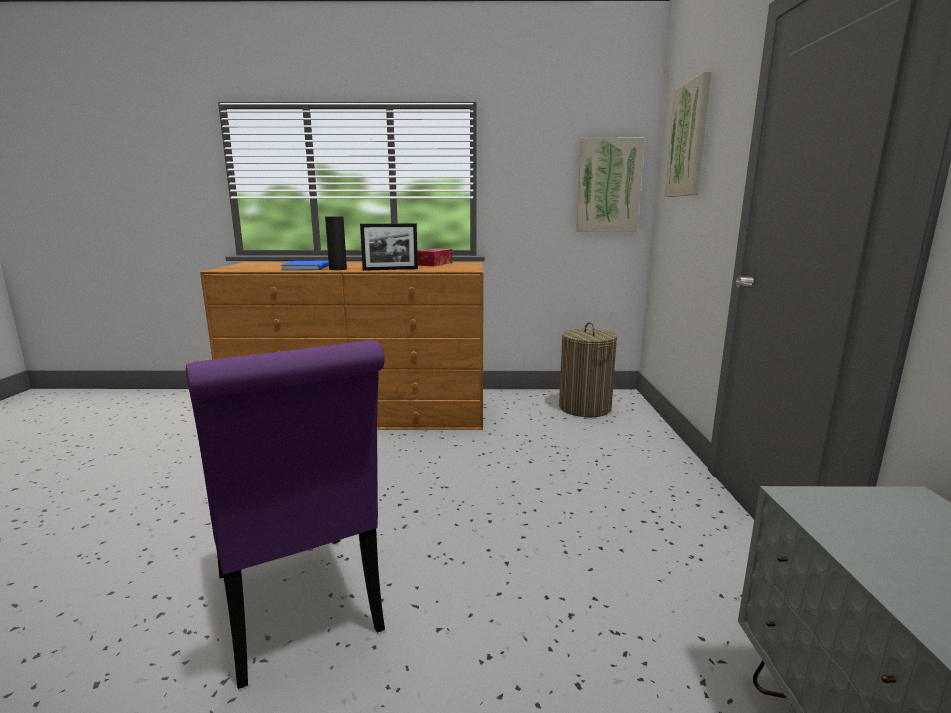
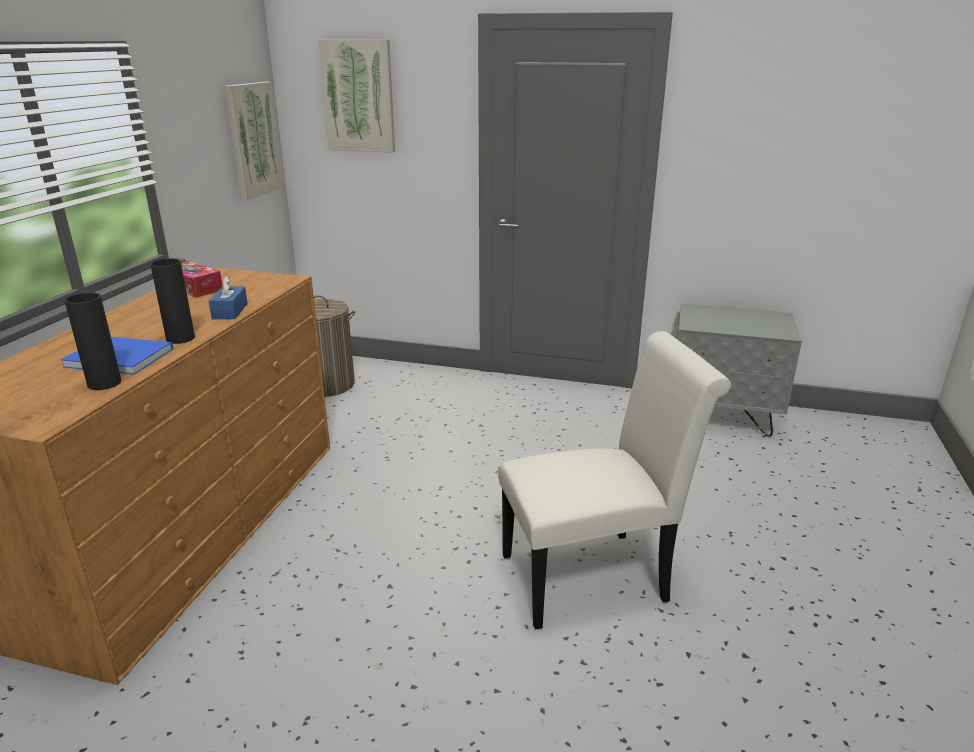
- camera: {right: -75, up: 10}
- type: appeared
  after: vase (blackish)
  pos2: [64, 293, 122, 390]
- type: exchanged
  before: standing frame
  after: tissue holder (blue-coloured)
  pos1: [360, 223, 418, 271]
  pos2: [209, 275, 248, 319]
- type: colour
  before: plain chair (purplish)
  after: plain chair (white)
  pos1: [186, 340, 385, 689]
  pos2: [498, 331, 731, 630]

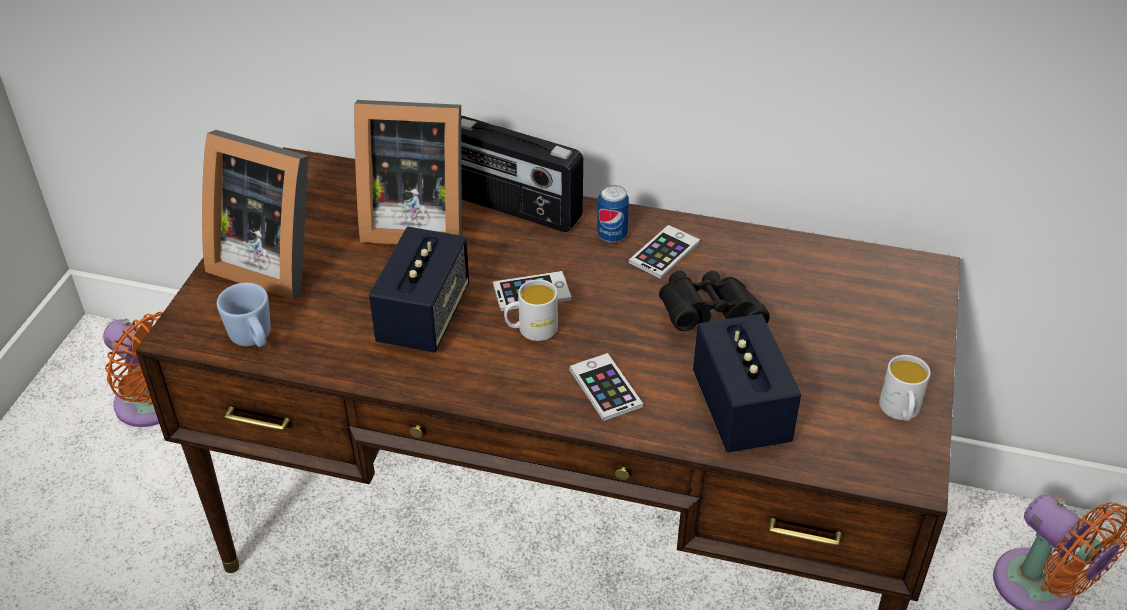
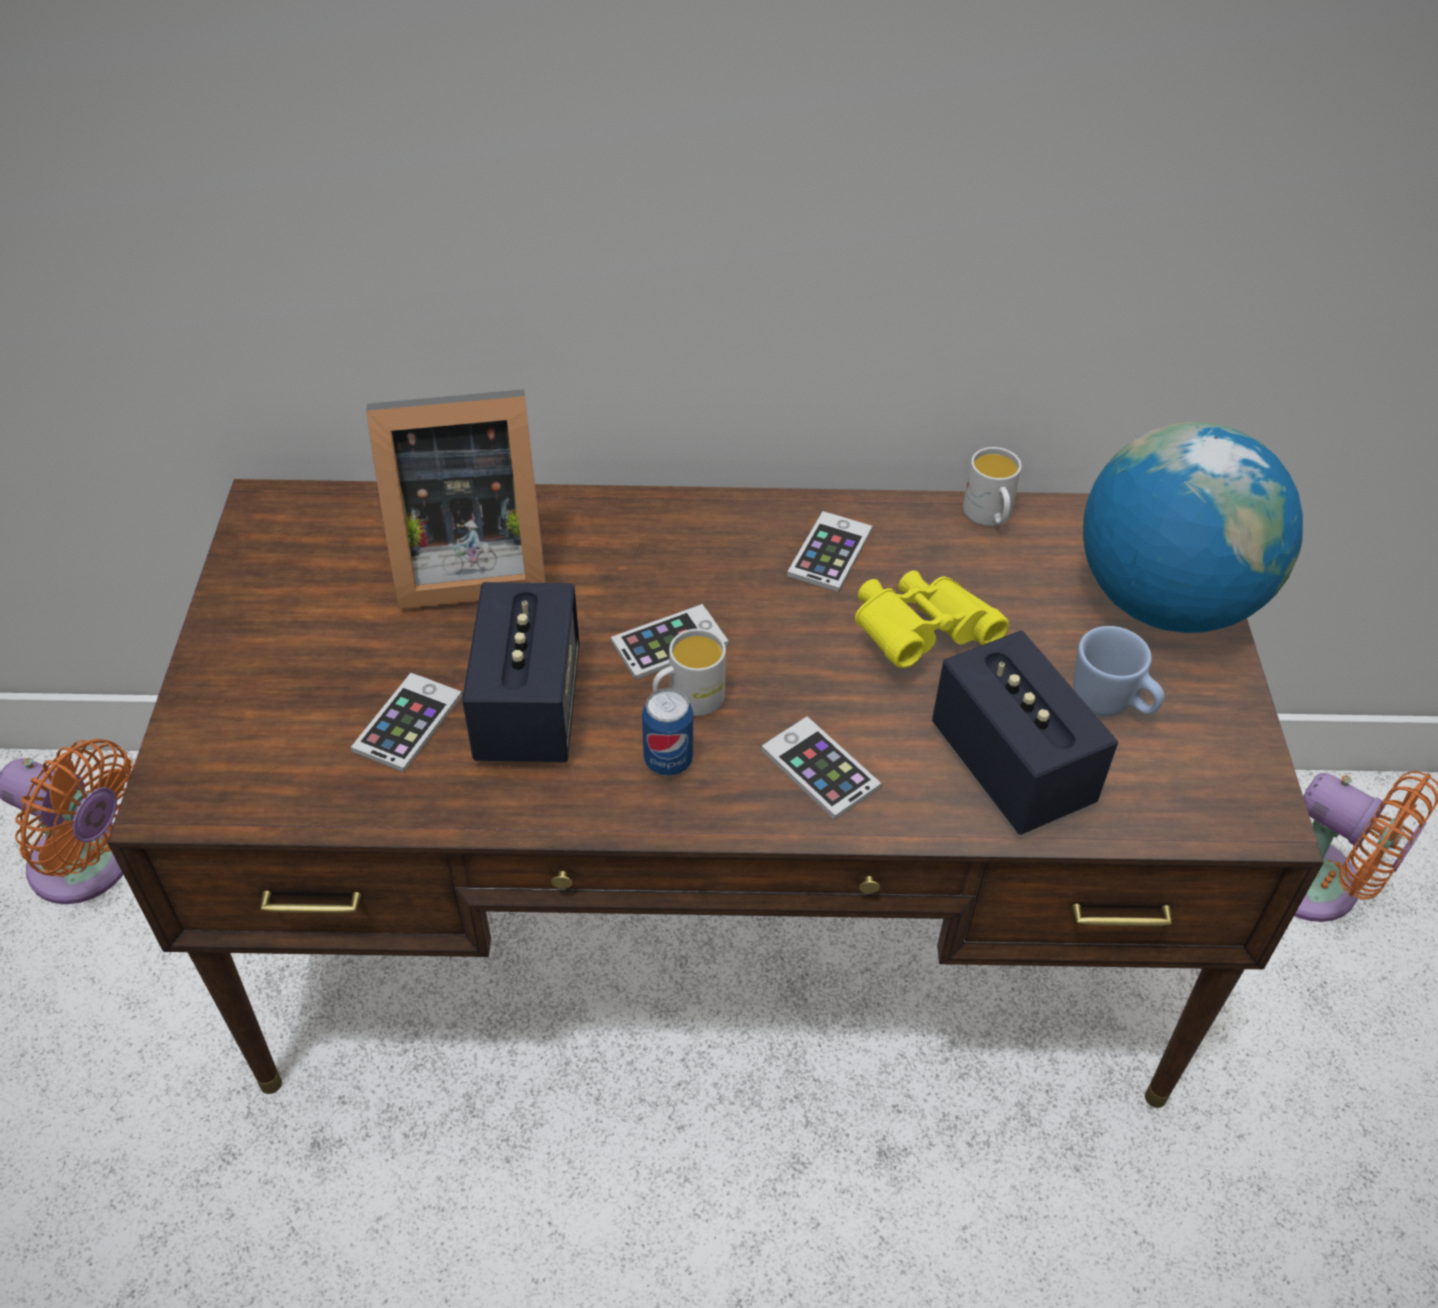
- camera: {right: -15, up: 5}
- type: missing
  before: standing frame
  pos1: [202, 130, 308, 300]
- type: missing
  before: radio set
  pos1: [461, 116, 583, 232]
- type: appeared
  after: telephone
  pos2: [351, 672, 462, 772]
- type: appeared
  after: world globe
  pos2: [1083, 422, 1303, 633]
- type: relocated
  before: coffee mug (blue-coloured)
  pos1: [217, 283, 270, 347]
  pos2: [1073, 626, 1165, 716]
- type: relocated
  before: can
  pos1: [597, 185, 629, 242]
  pos2: [642, 688, 693, 776]
- type: relocated
  before: coffee mug (white)
  pos1: [879, 355, 931, 421]
  pos2: [963, 447, 1022, 526]
- type: colour
  before: field glasses (blackish)
  after: field glasses (yellowish)
  pos1: [659, 271, 770, 331]
  pos2: [855, 571, 1009, 668]

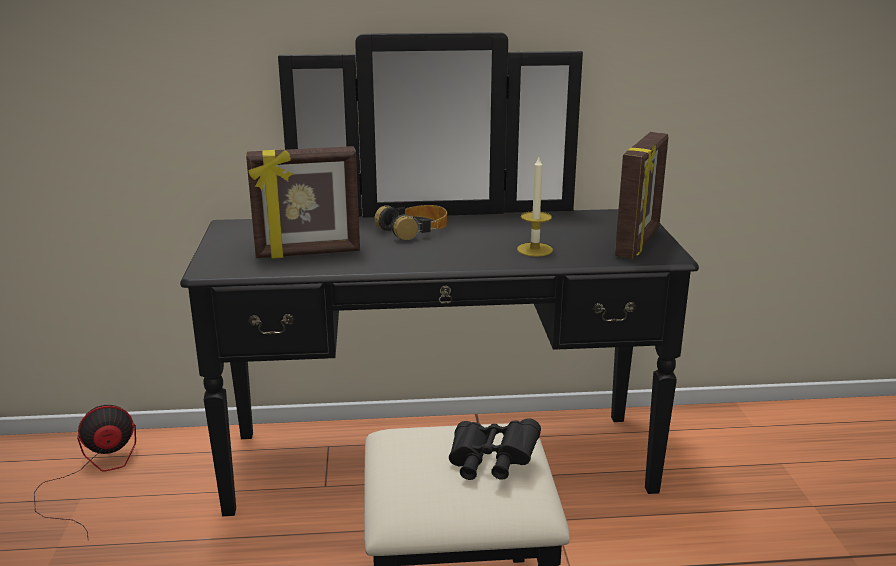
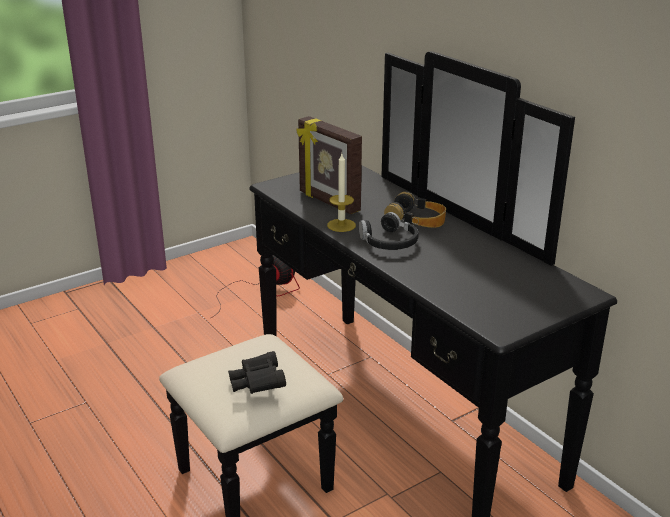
- camera: {right: 60, up: 5}
- type: missing
  before: standing frame
  pos1: [615, 132, 668, 259]
- type: appeared
  after: headset (blackish)
  pos2: [359, 212, 419, 250]
- type: relocated
  before: wax candle
  pos1: [517, 157, 553, 257]
  pos2: [327, 154, 356, 232]

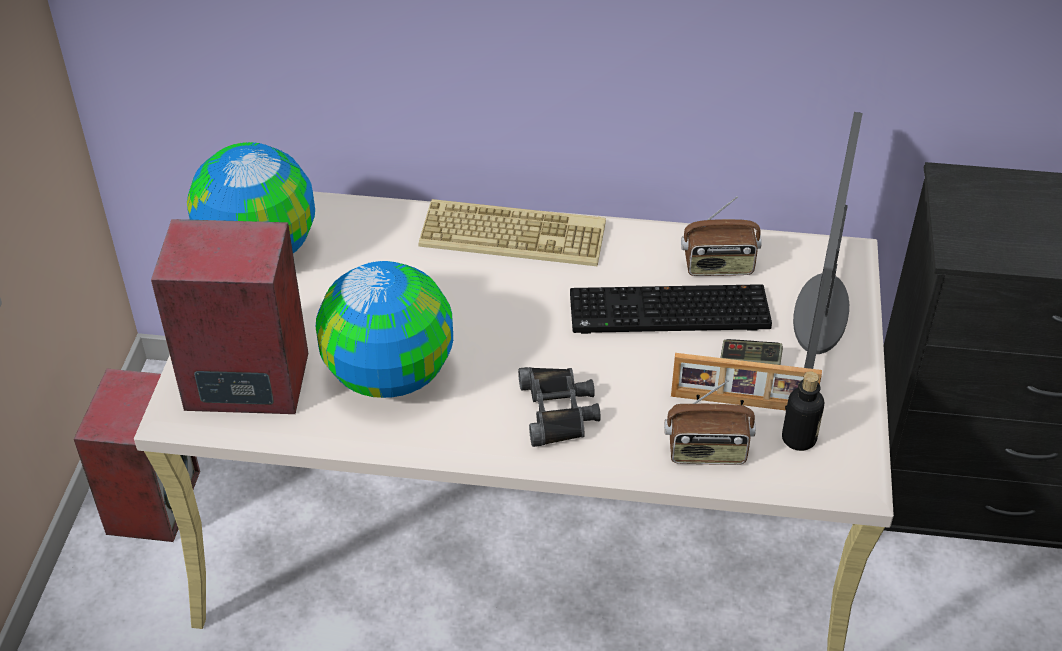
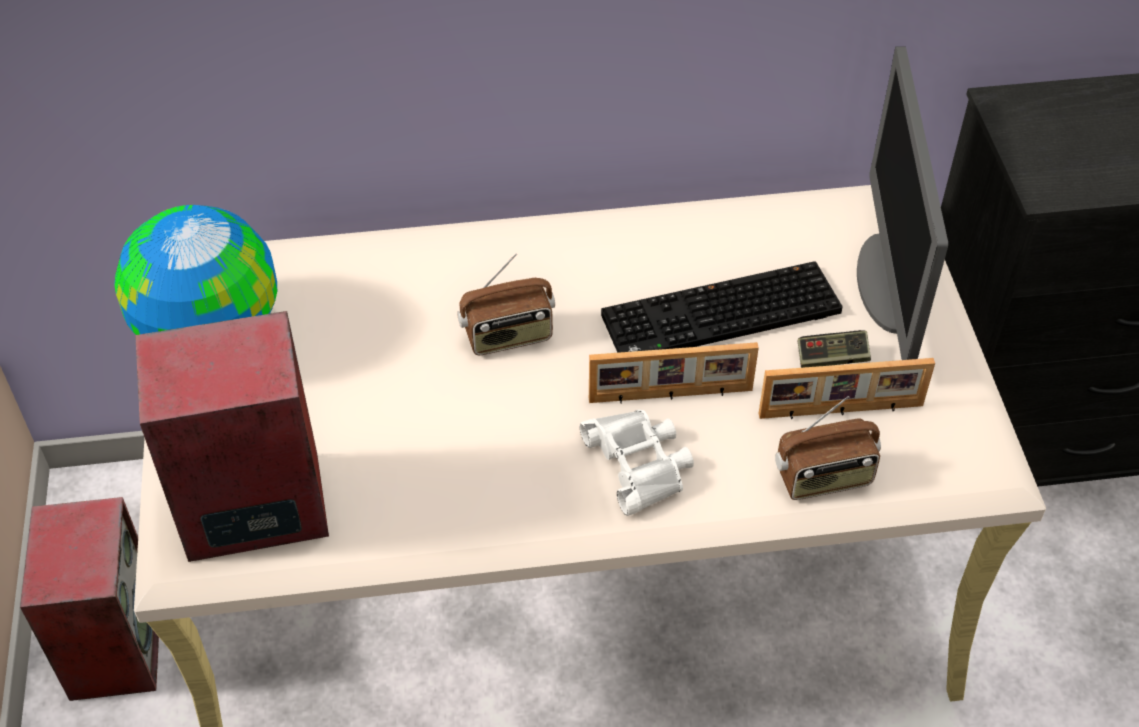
- camera: {right: -15, up: 5}
- type: missing
  before: world globe
  pos1: [316, 261, 453, 398]
- type: missing
  before: computer keyboard
  pos1: [419, 199, 606, 266]
- type: missing
  before: bottle
  pos1: [782, 371, 824, 451]
- type: appeared
  after: standing frame
  pos2: [589, 342, 759, 404]
- type: relocated
  before: radio set
  pos1: [681, 196, 762, 276]
  pos2: [457, 253, 555, 355]
- type: colour
  before: field glasses (blackish)
  after: field glasses (white)
  pos1: [518, 367, 601, 447]
  pos2: [579, 410, 694, 516]

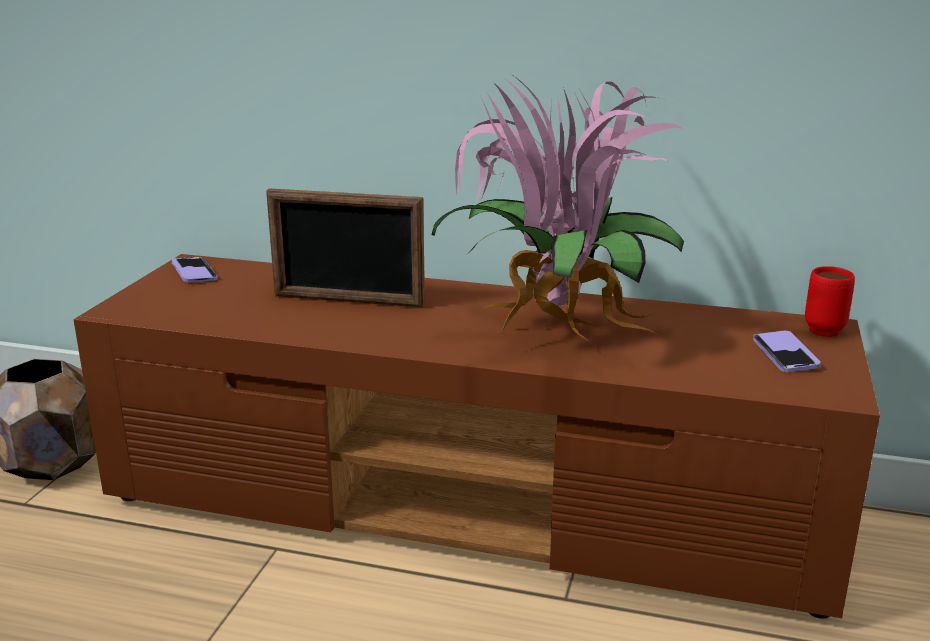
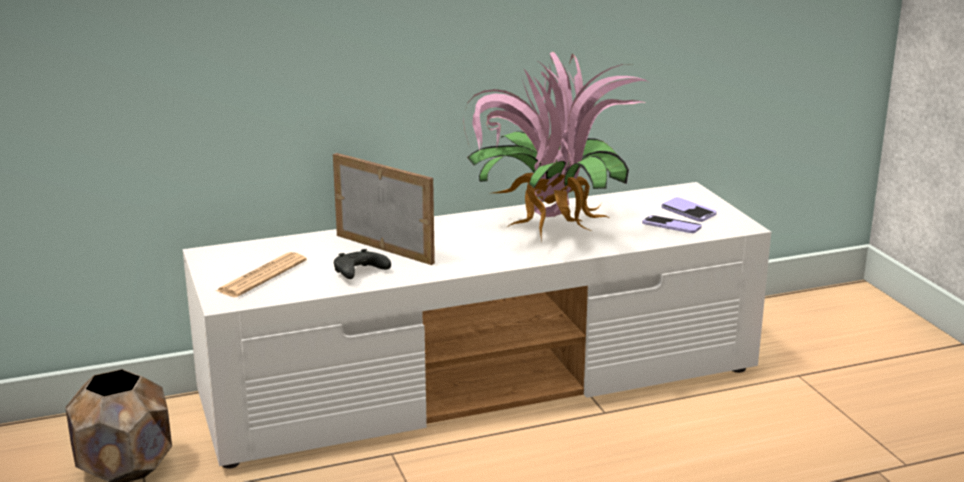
- camera: {right: -35, up: 0}
- type: missing
  before: coffee mug (red)
  pos1: [805, 266, 855, 337]
- type: appeared
  after: daily paper
  pos2: [216, 252, 307, 297]
- type: appeared
  after: gamepad (blackish)
  pos2: [334, 249, 391, 279]
- type: relocated
  before: telephone
  pos1: [172, 257, 217, 282]
  pos2: [642, 215, 702, 233]
- type: colour
  before: tv stand (brownish)
  after: tv stand (white)
  pos1: [73, 254, 880, 619]
  pos2: [183, 182, 771, 469]
- type: spun
  before: standing frame
  pos1: [266, 189, 425, 308]
  pos2: [333, 153, 435, 265]
  turn: -120

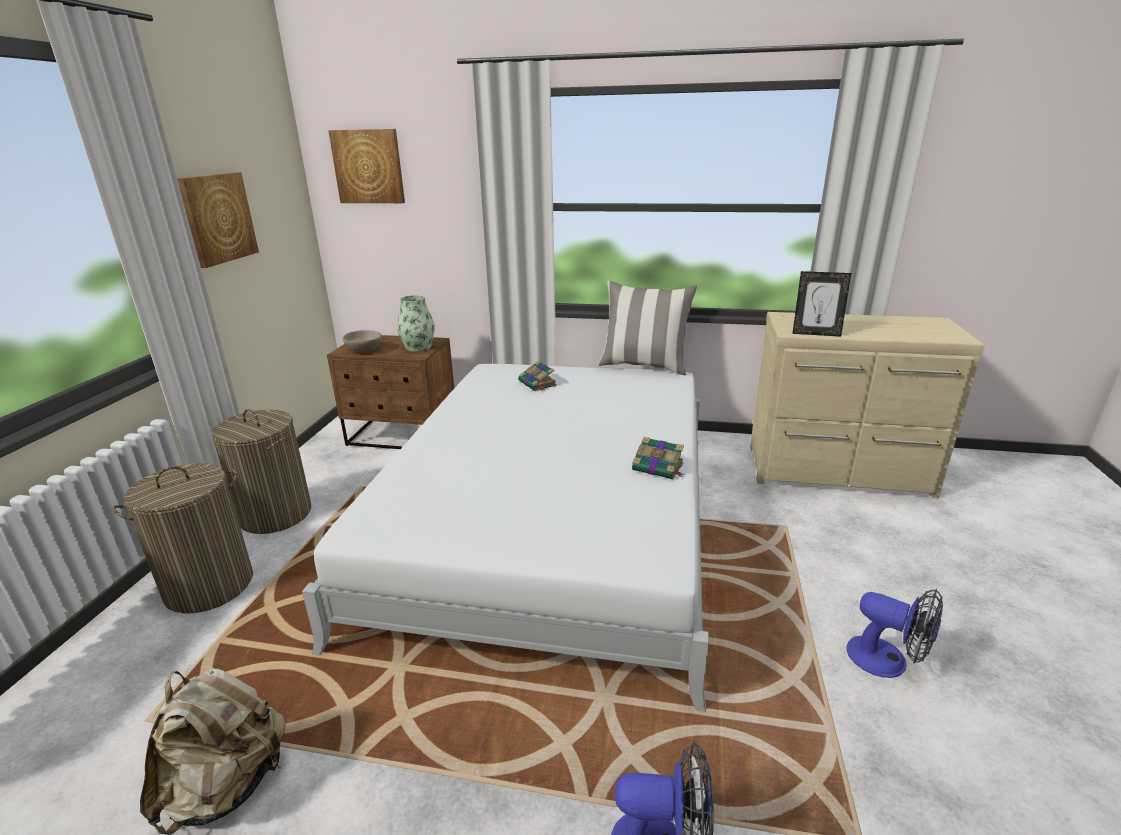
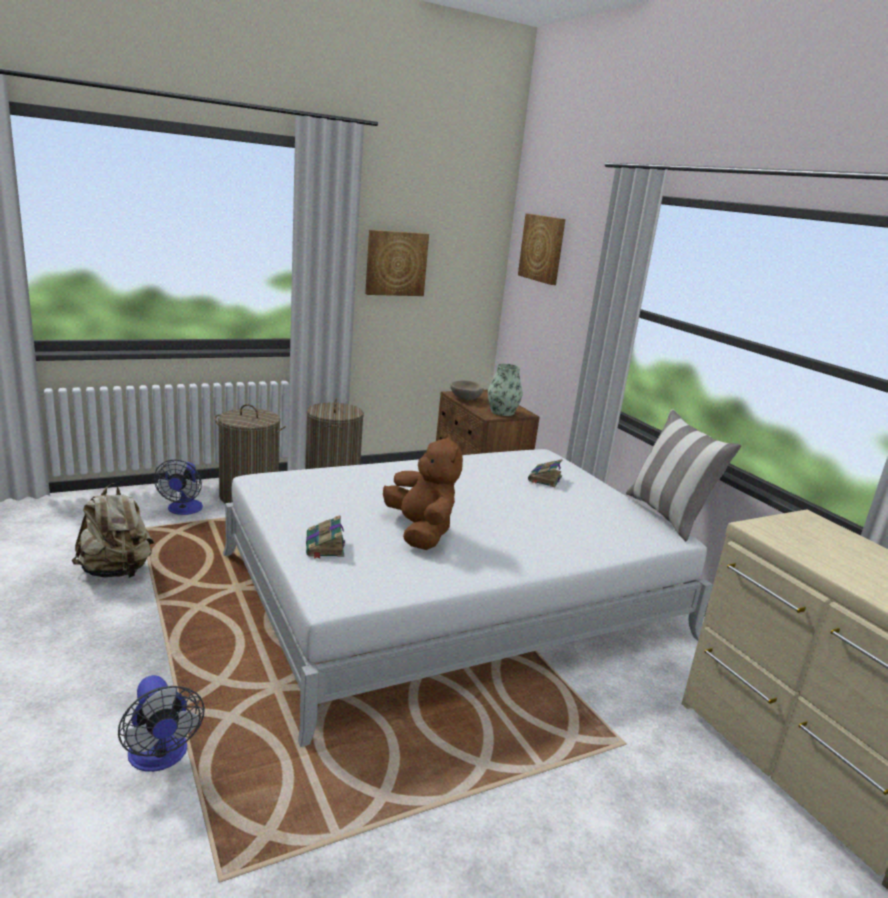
- camera: {right: 50, up: -5}
- type: missing
  before: standing frame
  pos1: [792, 271, 851, 337]
- type: appeared
  after: soft toy (brownish)
  pos2: [383, 434, 463, 550]
- type: relocated
  before: bound book
  pos1: [632, 437, 684, 479]
  pos2: [306, 515, 345, 559]
- type: relocated
  before: cooling fan
  pos1: [847, 589, 943, 678]
  pos2: [154, 460, 203, 515]

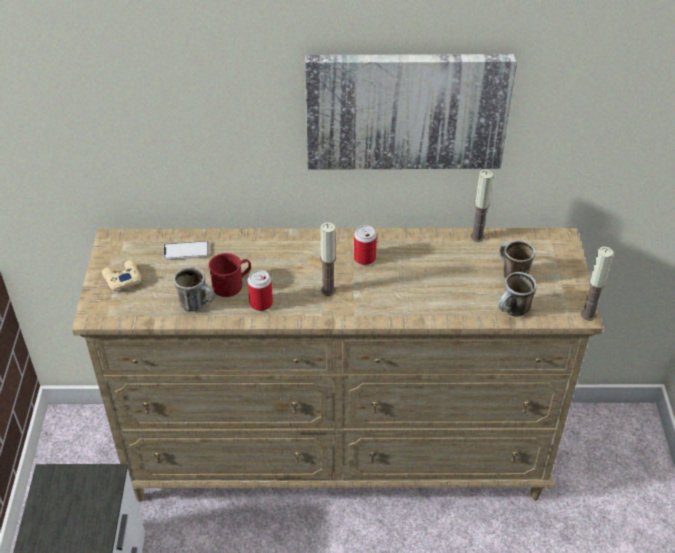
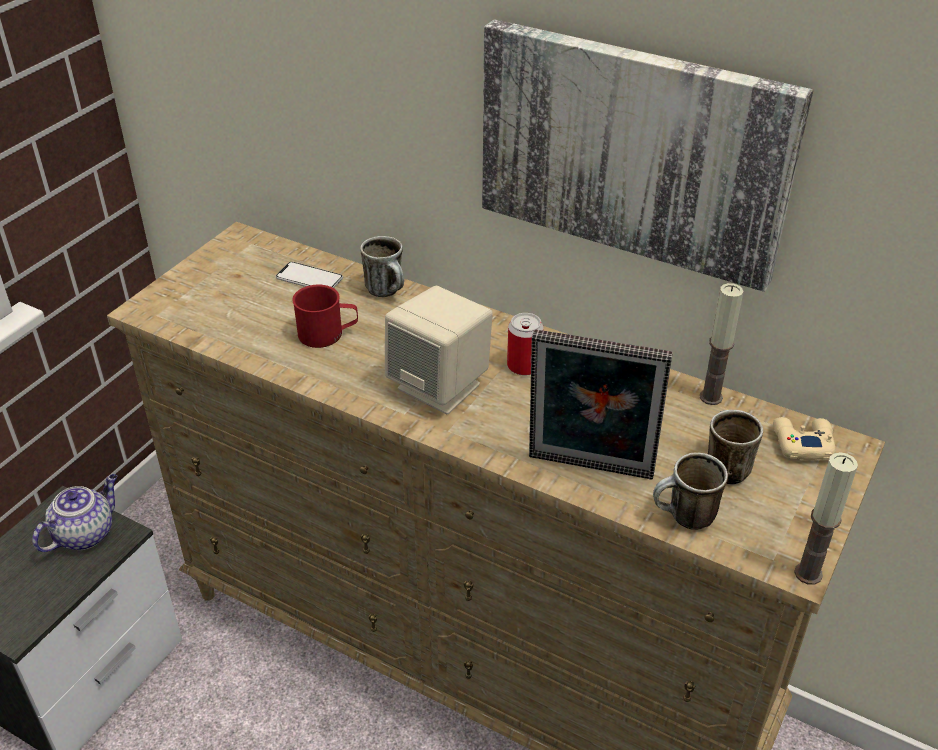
- camera: {right: 30, up: -5}
- type: missing
  before: can
  pos1: [248, 270, 273, 311]
- type: appeared
  after: tea pot
  pos2: [32, 474, 117, 552]
- type: appeared
  after: standing frame
  pos2: [529, 330, 673, 479]
- type: relocated
  before: gamepad (beige-coloured)
  pos1: [102, 260, 141, 291]
  pos2: [773, 417, 836, 460]
- type: relocated
  before: coffee mug
  pos1: [174, 267, 214, 312]
  pos2: [360, 236, 404, 297]
- type: exchanged
  before: wax candle
  after: loudspeaker (beige-coloured)
  pos1: [320, 222, 336, 296]
  pos2: [385, 286, 493, 414]

